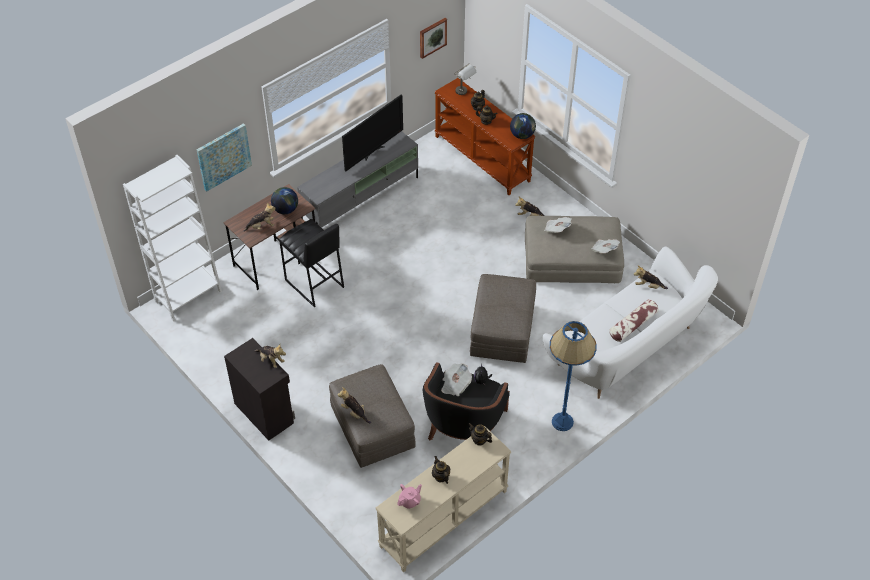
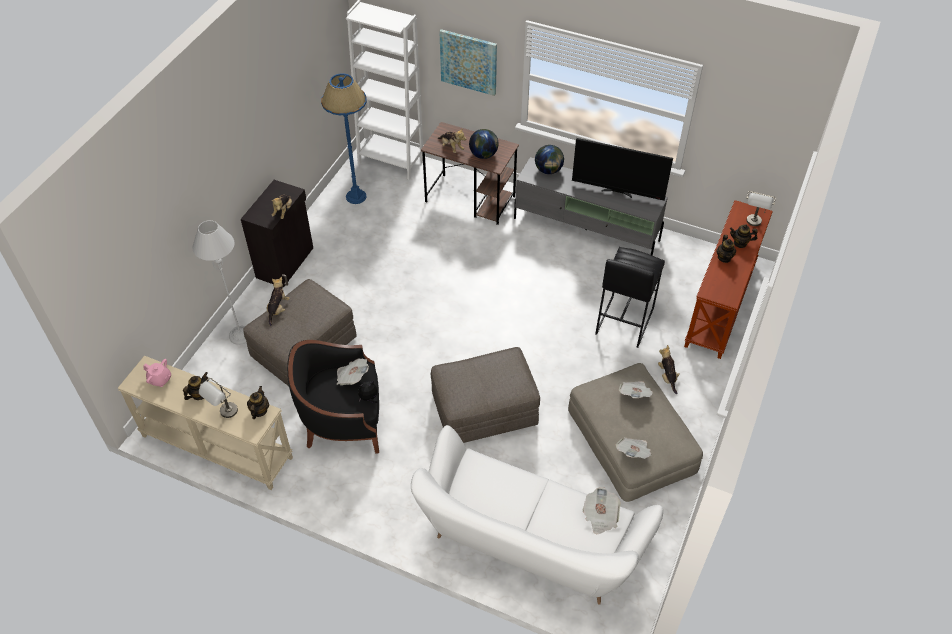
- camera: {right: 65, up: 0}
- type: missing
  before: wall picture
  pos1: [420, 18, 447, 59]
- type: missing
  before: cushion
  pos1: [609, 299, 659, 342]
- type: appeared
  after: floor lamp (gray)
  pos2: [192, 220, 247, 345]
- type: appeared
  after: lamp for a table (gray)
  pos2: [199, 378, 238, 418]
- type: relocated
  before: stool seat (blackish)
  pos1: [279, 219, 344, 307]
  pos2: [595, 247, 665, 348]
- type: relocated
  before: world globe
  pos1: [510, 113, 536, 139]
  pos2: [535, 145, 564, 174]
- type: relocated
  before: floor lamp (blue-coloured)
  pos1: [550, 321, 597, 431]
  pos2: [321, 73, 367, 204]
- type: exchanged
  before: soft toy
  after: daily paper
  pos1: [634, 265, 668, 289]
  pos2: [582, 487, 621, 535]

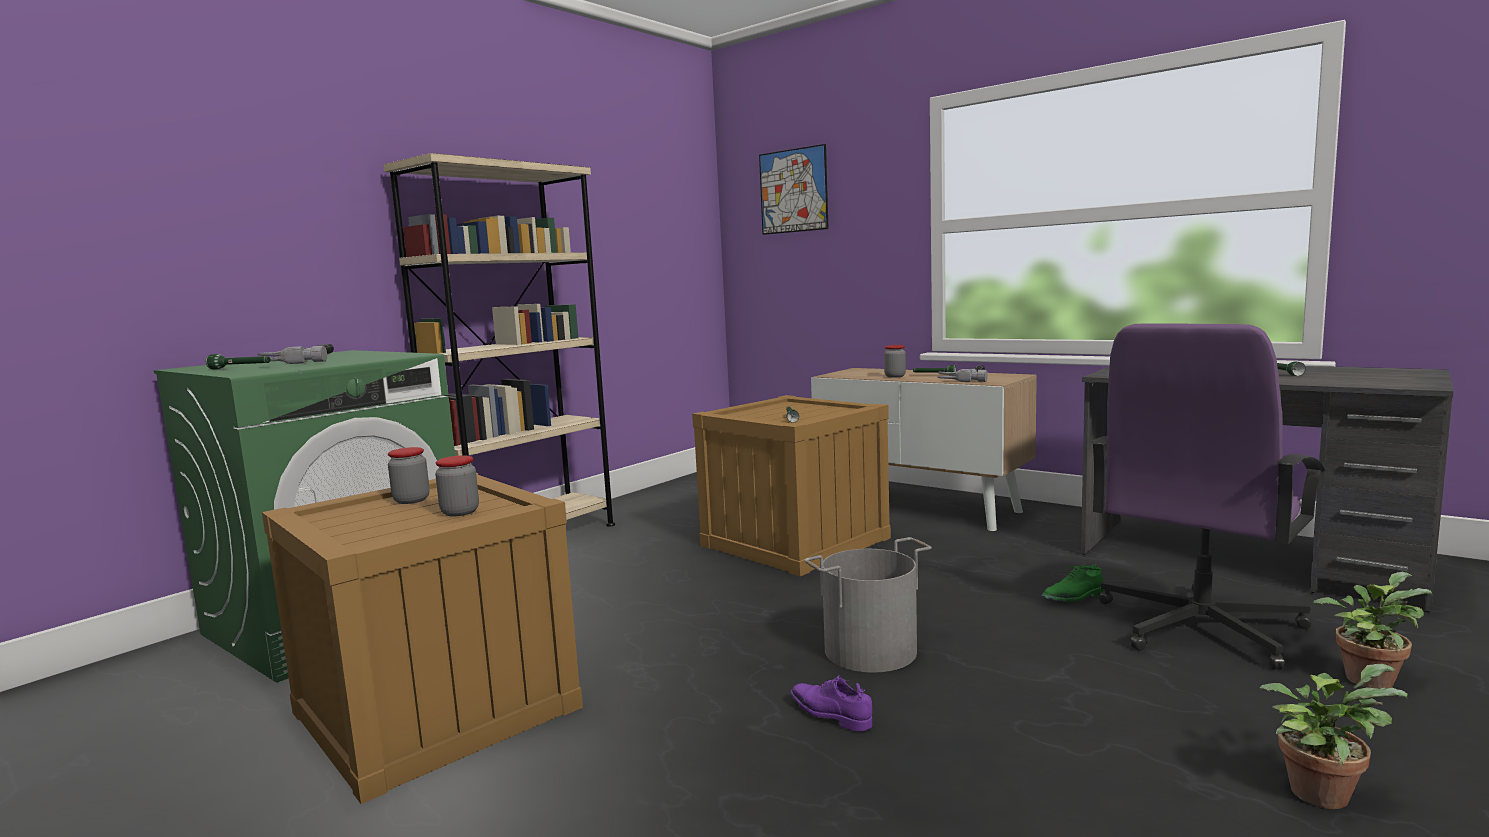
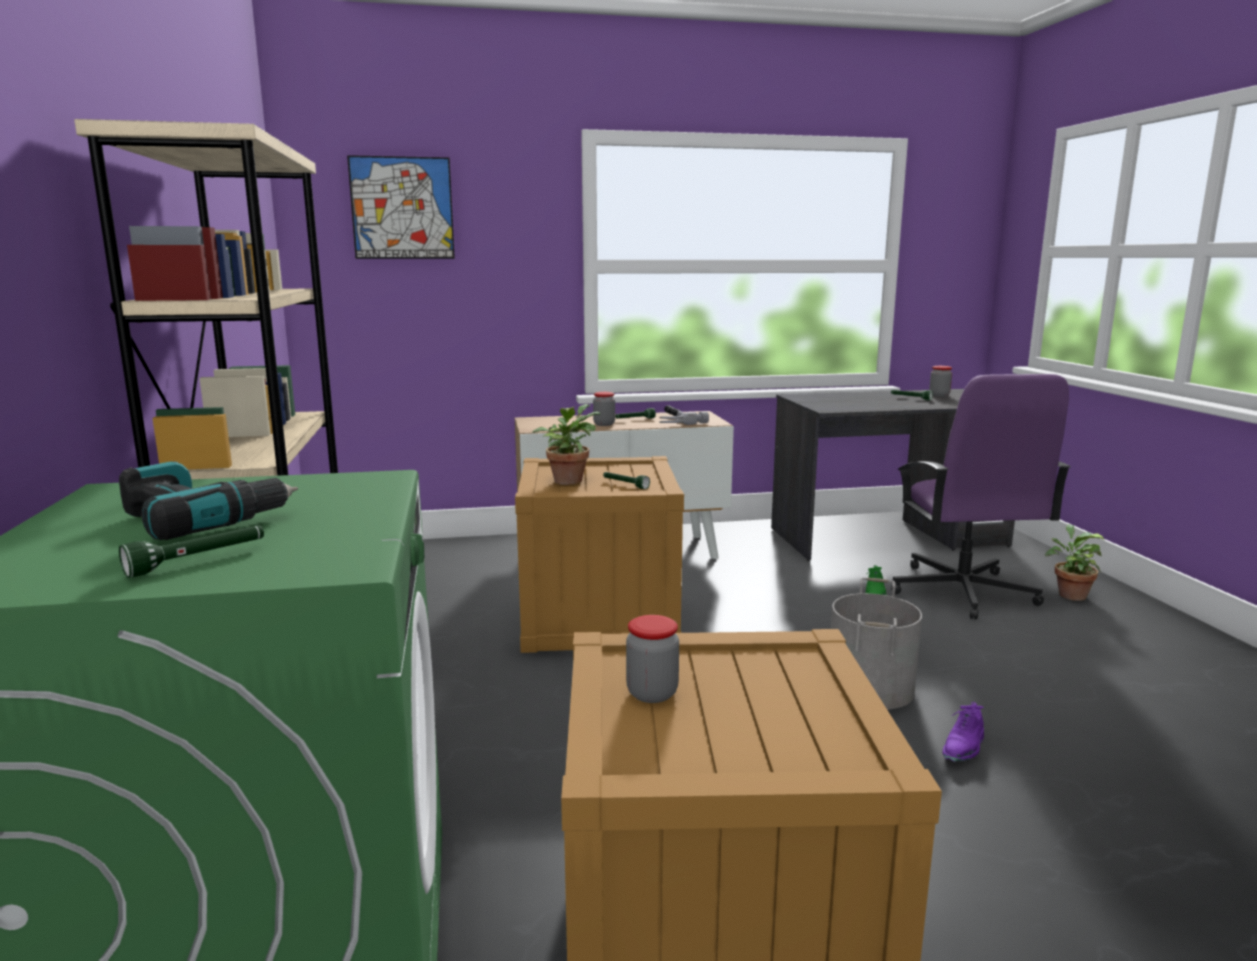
- camera: {right: -50, up: 5}
- type: relocated
  before: jar
  pos1: [435, 456, 479, 516]
  pos2: [929, 366, 952, 397]
- type: relocated
  before: houseplant
  pos1: [1260, 664, 1407, 809]
  pos2: [532, 404, 600, 485]
- type: exchanged
  before: hand hammer
  after: drill
  pos1: [258, 343, 334, 364]
  pos2: [119, 461, 298, 540]
- type: spun
  before: shoe (purplish)
  pos1: [790, 675, 872, 732]
  pos2: [942, 702, 984, 762]
  turn: -45

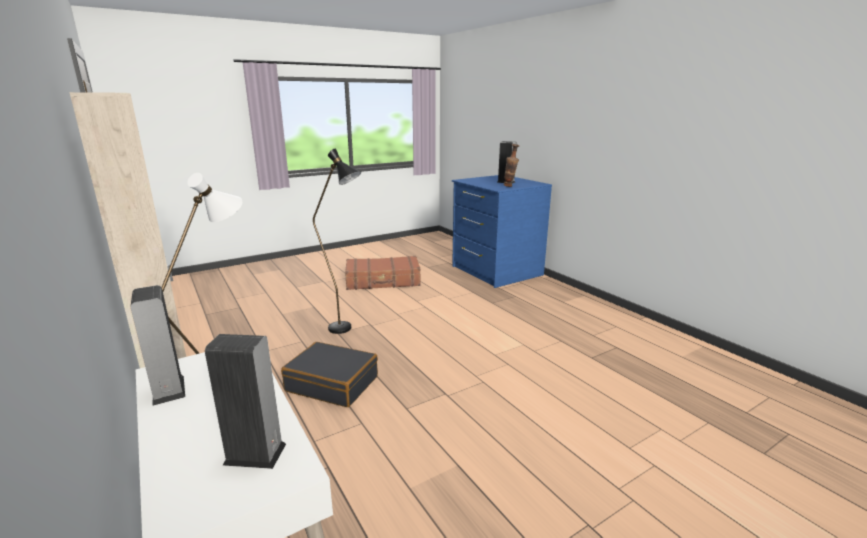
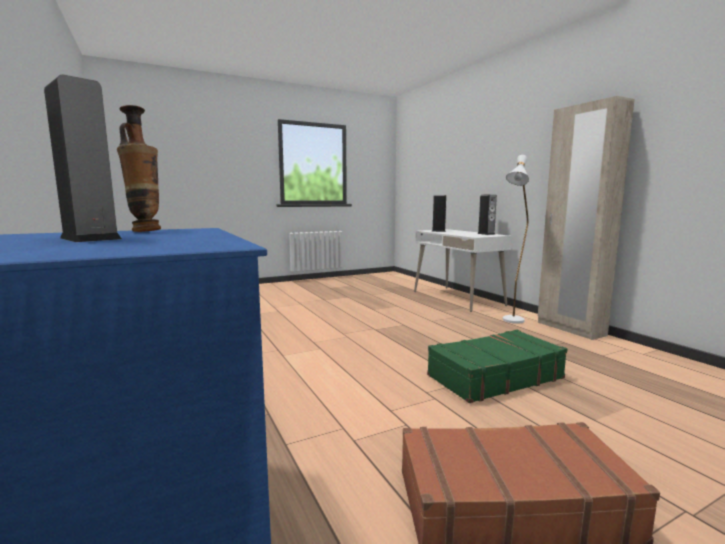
- camera: {right: -175, up: -10}
- type: missing
  before: travel case (blackish)
  pos1: [281, 342, 378, 407]
- type: exchanged
  before: floor lamp (blackish)
  after: travel case (greenish)
  pos1: [313, 149, 361, 334]
  pos2: [427, 330, 567, 403]

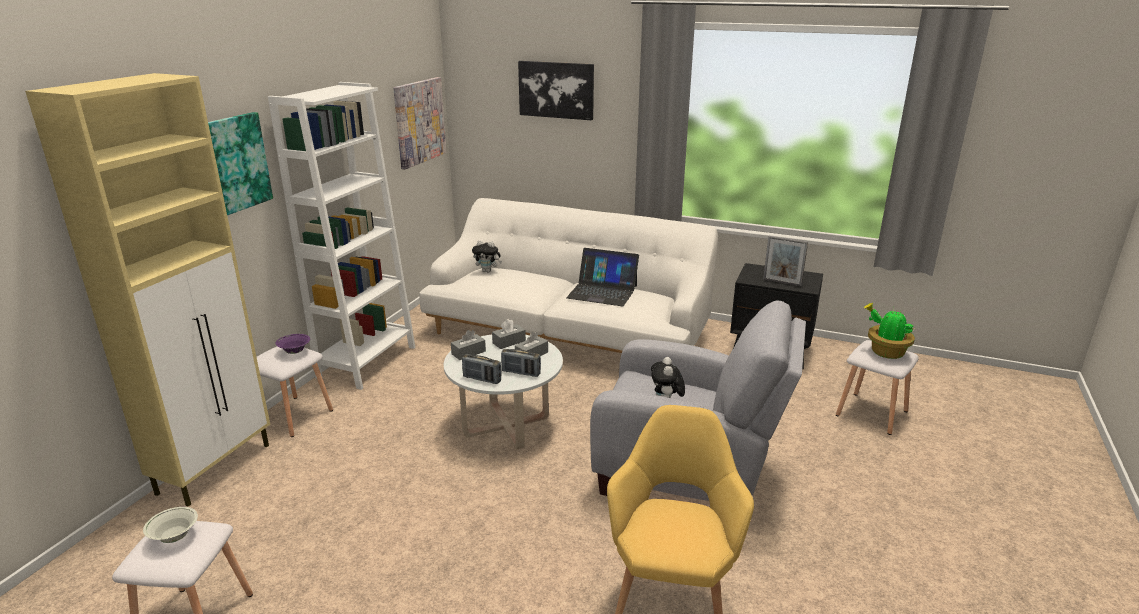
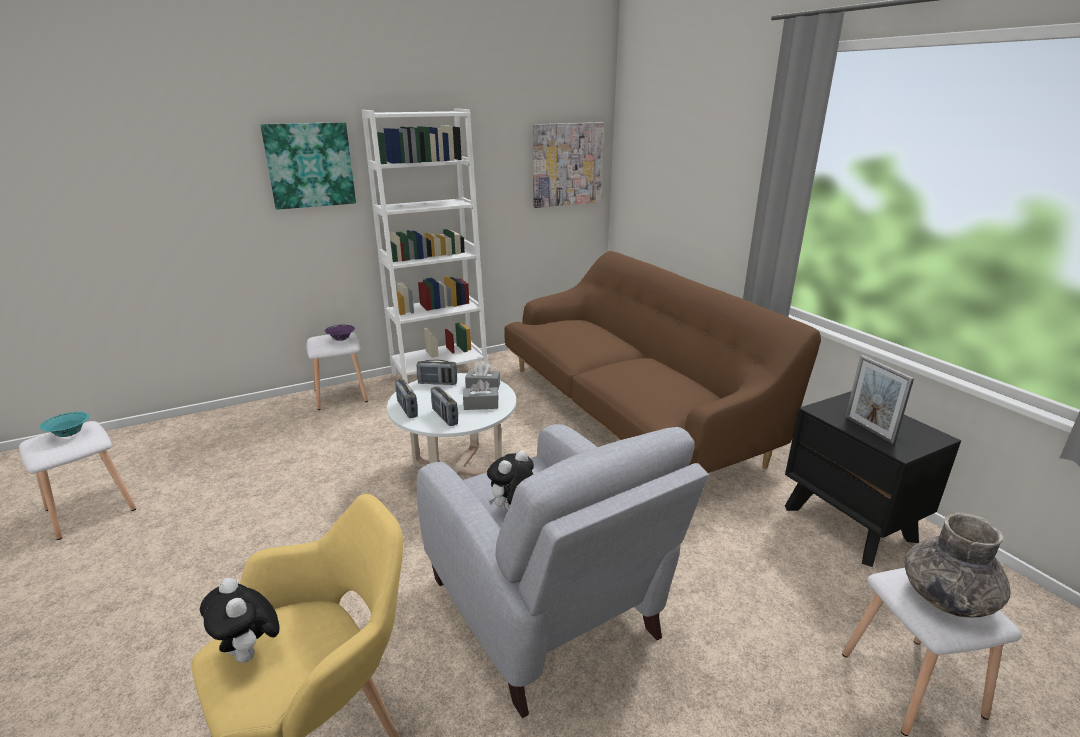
- camera: {right: 40, up: 0}
- type: missing
  before: cabinet (beige-coloured)
  pos1: [25, 73, 270, 507]
- type: missing
  before: wall picture
  pos1: [518, 61, 594, 120]
- type: missing
  before: portable computer
  pos1: [566, 248, 639, 306]
- type: relocated
  before: soft toy
  pos1: [472, 240, 502, 273]
  pos2: [200, 578, 279, 663]
- type: exchanged
  before: tissue holder (gray)
  after: radio set
  pos1: [451, 330, 486, 360]
  pos2: [417, 360, 457, 385]
- type: exchanged
  before: houseplant
  after: vase (gray)
  pos1: [864, 303, 915, 359]
  pos2: [905, 512, 1011, 618]
- type: colour
  before: deep dish (white)
  after: deep dish (turquoise)
  pos1: [143, 507, 198, 543]
  pos2: [40, 412, 89, 437]
- type: colour
  before: settee (white)
  after: settee (brownish)
  pos1: [419, 198, 718, 353]
  pos2: [504, 251, 821, 473]

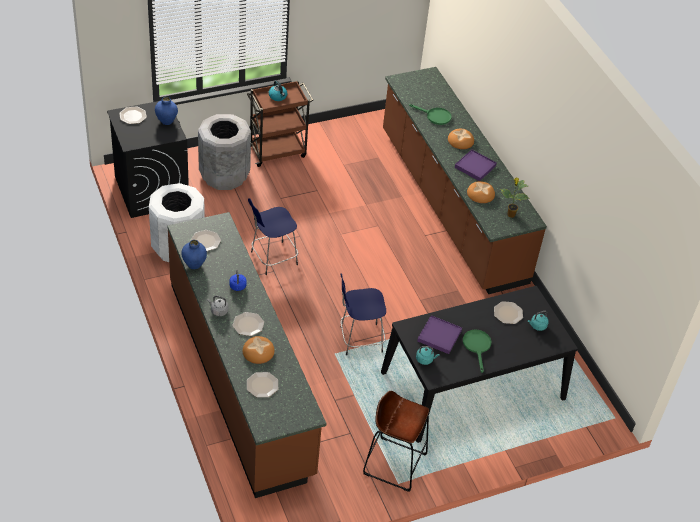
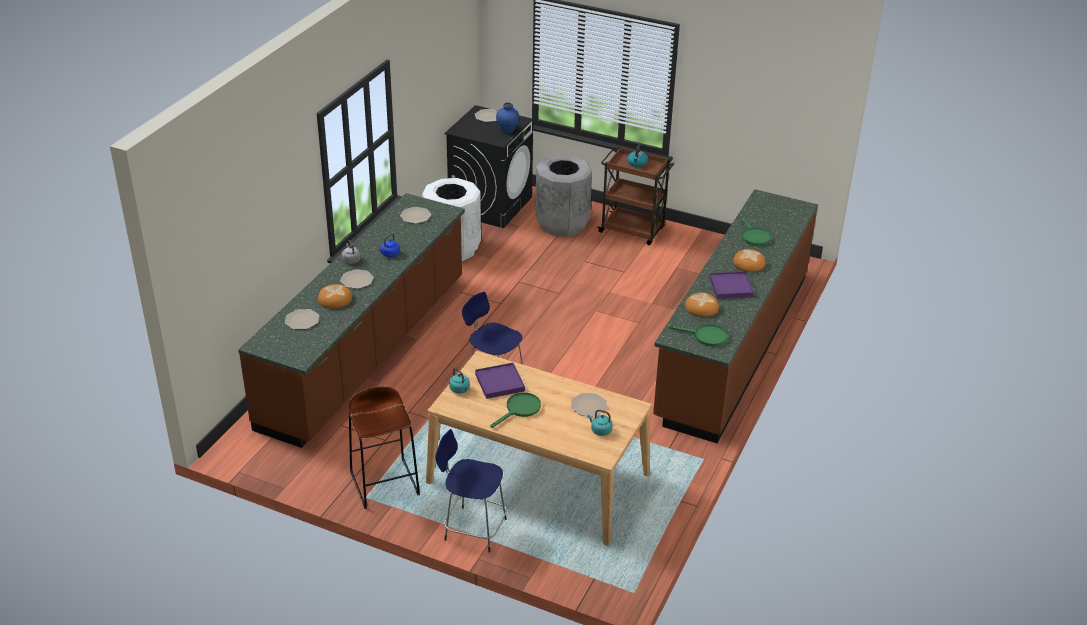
- camera: {right: 50, up: -10}
- type: missing
  before: vase (blue-coloured)
  pos1: [181, 240, 207, 269]
- type: relocated
  before: stool seat (blue-coloured)
  pos1: [248, 198, 298, 275]
  pos2: [435, 429, 507, 552]
- type: exchanged
  before: houseplant
  after: pan (greenish)
  pos1: [500, 178, 530, 218]
  pos2: [668, 324, 728, 346]
- type: colour
  before: kitchen table (blackish)
  after: kitchen table (beige-coloured)
  pos1: [381, 286, 578, 443]
  pos2: [426, 351, 652, 546]

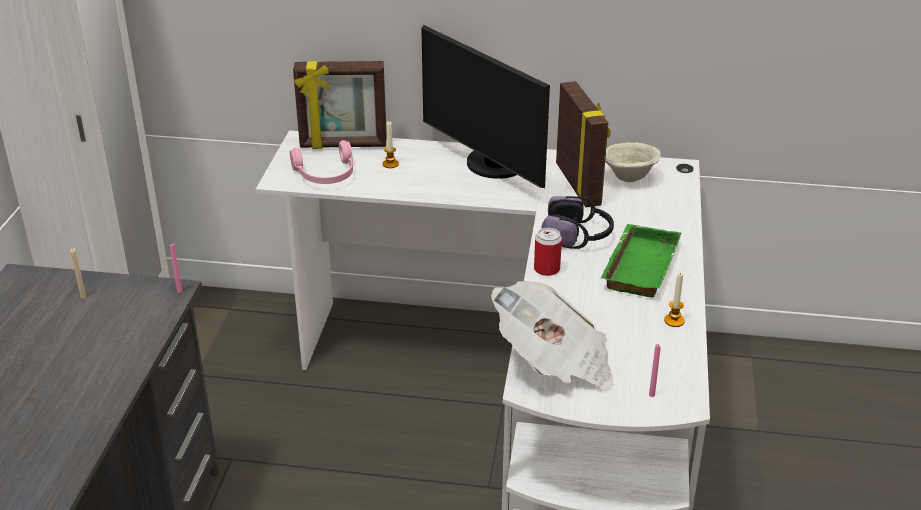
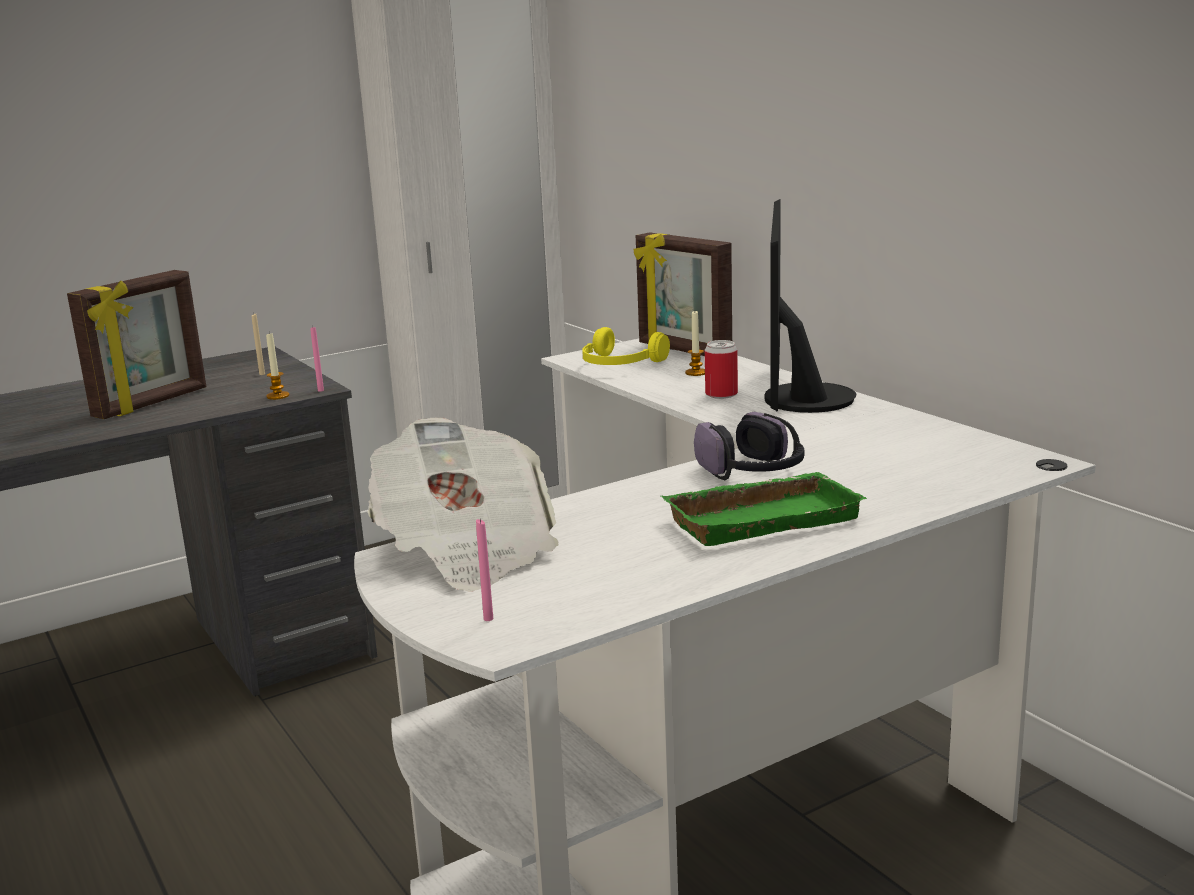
- camera: {right: 50, up: -15}
- type: missing
  before: deep dish (beige-coloured)
  pos1: [605, 142, 661, 182]
- type: relocated
  before: can
  pos1: [534, 228, 562, 276]
  pos2: [705, 340, 738, 399]
- type: relocated
  before: standing frame
  pos1: [556, 81, 611, 207]
  pos2: [67, 270, 207, 419]
- type: relocated
  before: wax candle
  pos1: [664, 272, 684, 327]
  pos2: [266, 333, 289, 400]
- type: colour
  before: headset (pink)
  after: headset (yellowish)
  pos1: [290, 140, 353, 184]
  pos2: [582, 327, 670, 365]

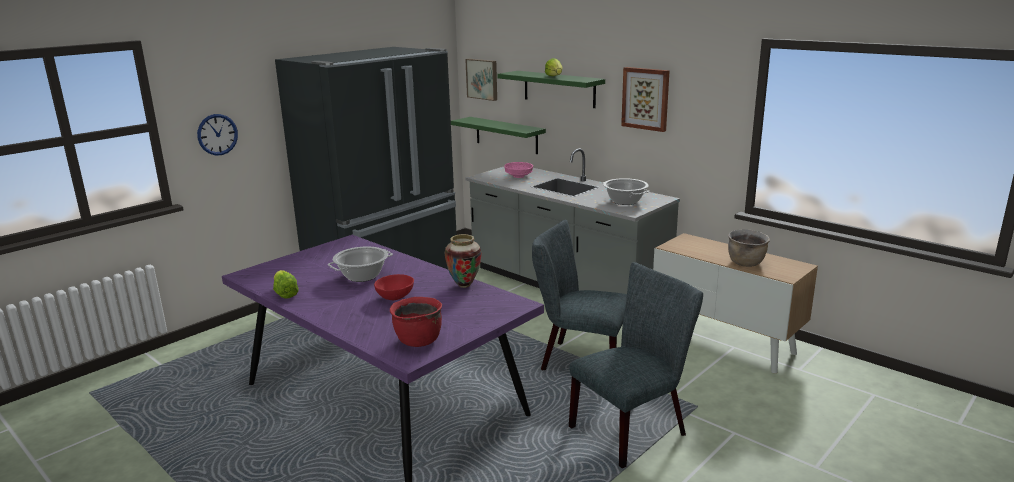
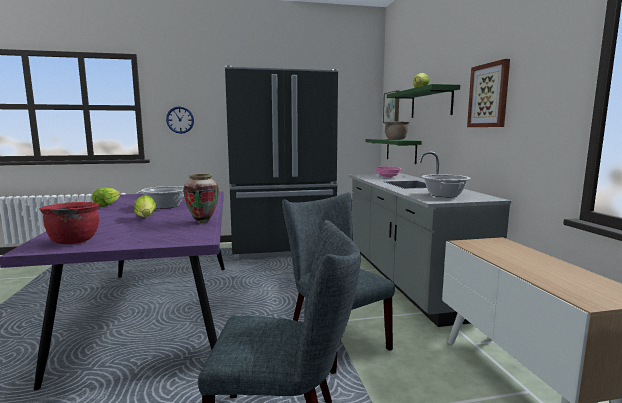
- camera: {right: 35, up: -10}
- type: relocated
  before: stockpot (brownish)
  pos1: [728, 229, 770, 267]
  pos2: [384, 121, 410, 140]
- type: exchanged
  before: deep dish (red)
  after: lettuce head
  pos1: [374, 274, 414, 301]
  pos2: [134, 196, 156, 217]

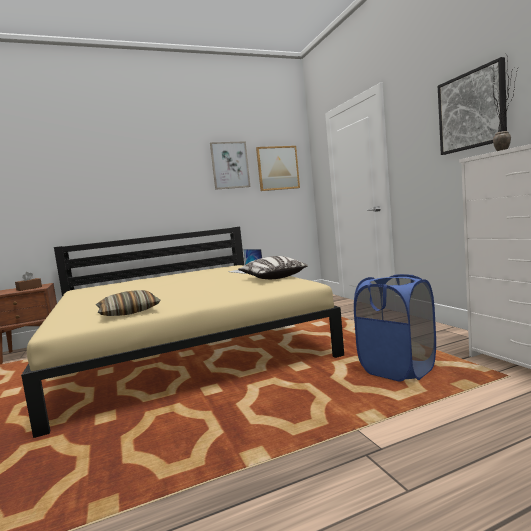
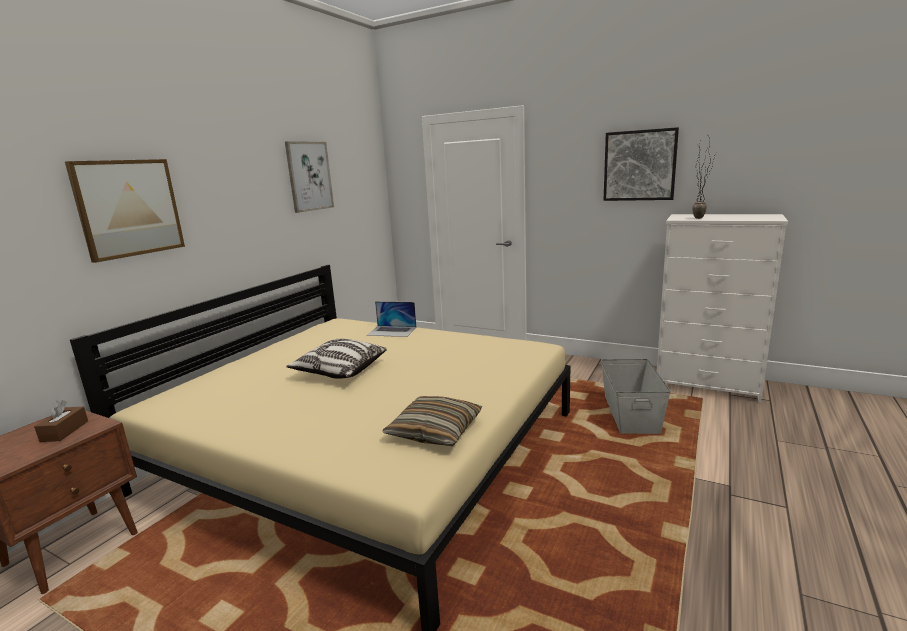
- camera: {right: -40, up: 10}
- type: relocated
  before: cushion
  pos1: [238, 256, 308, 279]
  pos2: [286, 339, 387, 378]
- type: relocated
  before: wall picture
  pos1: [256, 146, 300, 191]
  pos2: [65, 159, 185, 263]
- type: exchanged
  before: laundry basket (blue-coloured)
  after: storage container (gray)
  pos1: [354, 274, 436, 382]
  pos2: [601, 359, 671, 434]

